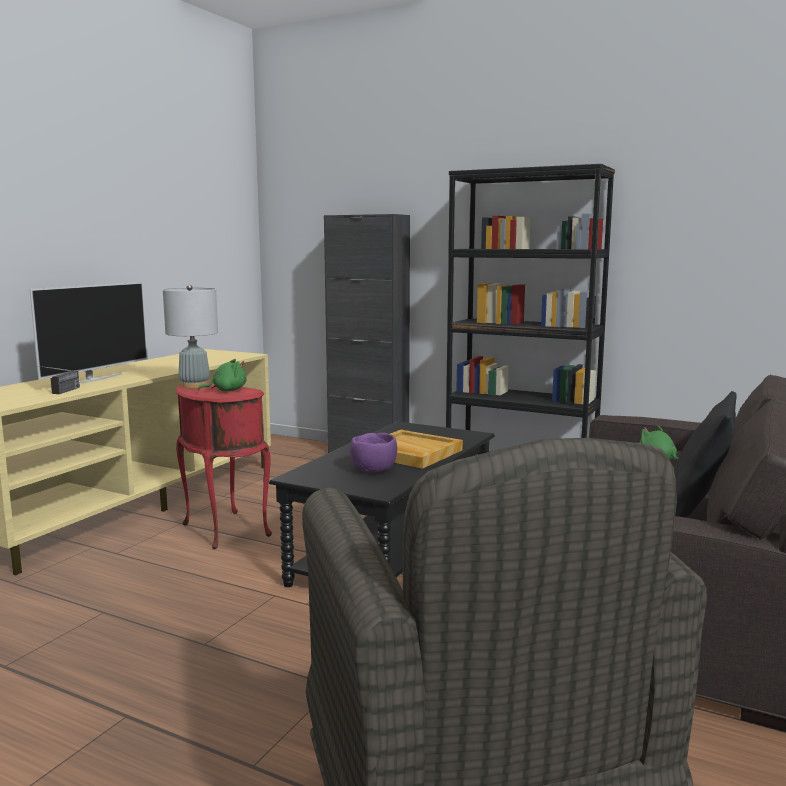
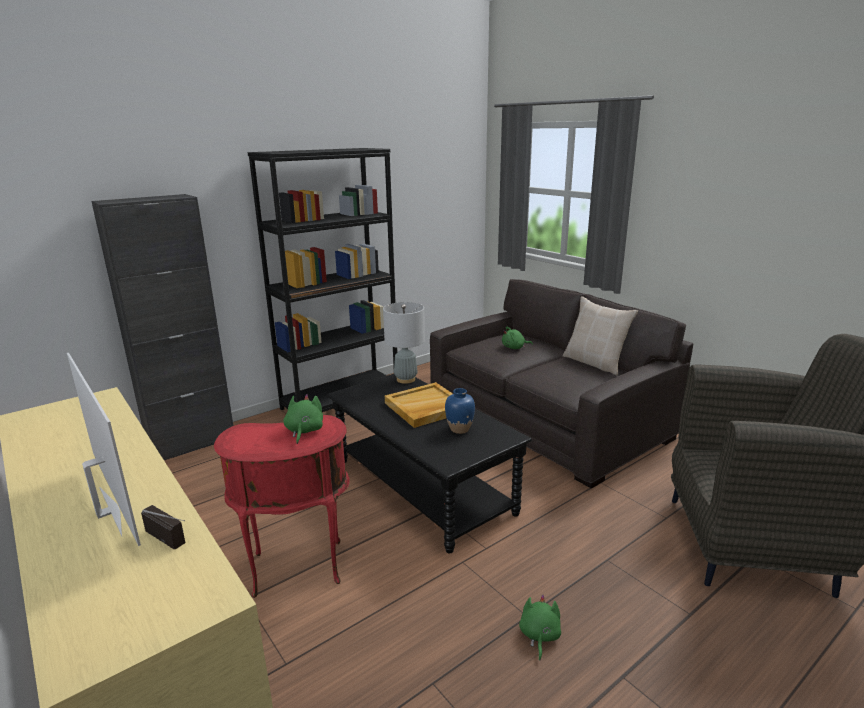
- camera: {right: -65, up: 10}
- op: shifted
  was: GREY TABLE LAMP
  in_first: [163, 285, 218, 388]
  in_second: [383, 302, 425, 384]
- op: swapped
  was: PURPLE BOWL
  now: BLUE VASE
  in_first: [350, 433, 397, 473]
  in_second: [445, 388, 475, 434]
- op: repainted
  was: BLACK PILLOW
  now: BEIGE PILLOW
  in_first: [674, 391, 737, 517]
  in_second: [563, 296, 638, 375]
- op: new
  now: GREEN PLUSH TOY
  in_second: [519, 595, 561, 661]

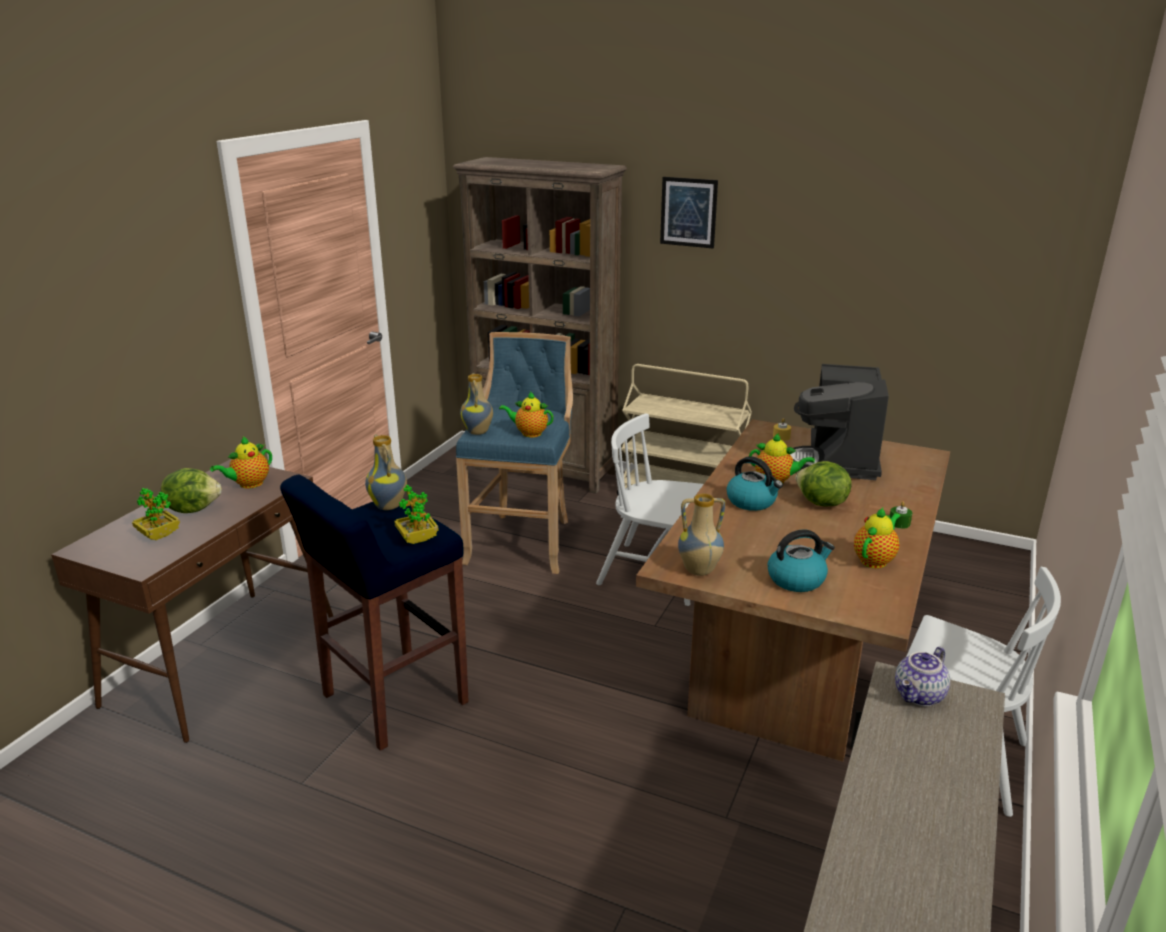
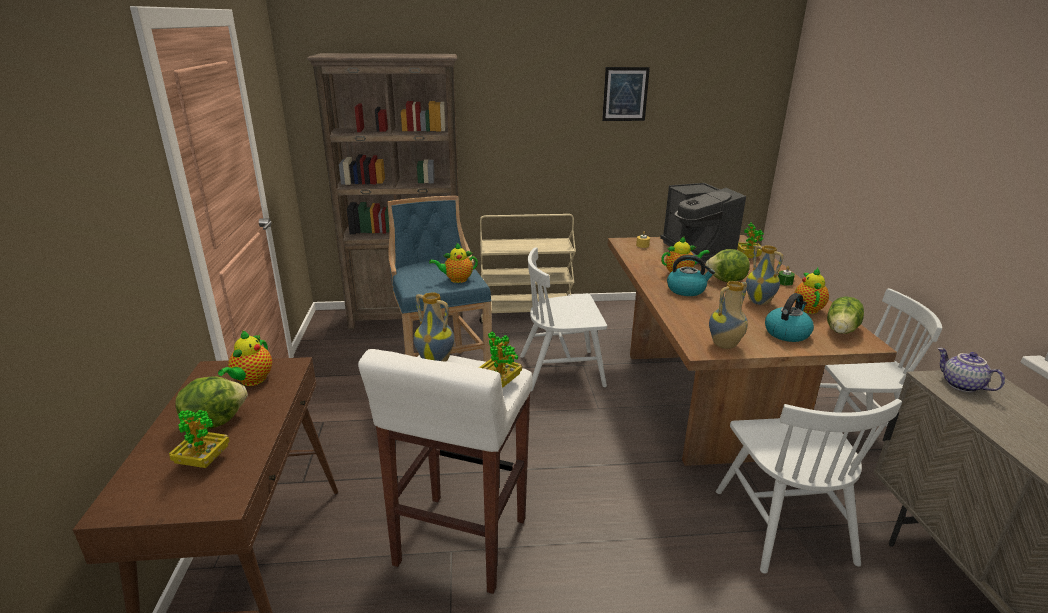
- camera: {right: -30, up: 0}
- op: repainted
  was: BLUE STOOL
  now: WHITE STOOL
  in_first: [280, 474, 469, 751]
  in_second: [358, 349, 533, 594]
- op: shifted
  was: VASE
  in_first: [460, 373, 493, 435]
  in_second: [746, 245, 783, 305]
- op: shifted
  was: PICTURE
  in_first: [660, 177, 718, 248]
  in_second: [602, 67, 650, 121]
- op: rotated
  was: TEAPOT
  in_first: [895, 647, 950, 706]
  in_second: [938, 348, 1005, 392]
  clockwise: 135
- op: new
  now: WHITE CHAIR
  in_second: [716, 399, 902, 574]
- op: new
  now: POTTED PLANT
  in_second: [737, 223, 764, 258]
- op: new
  now: LETTUCE
  in_second: [827, 296, 864, 334]

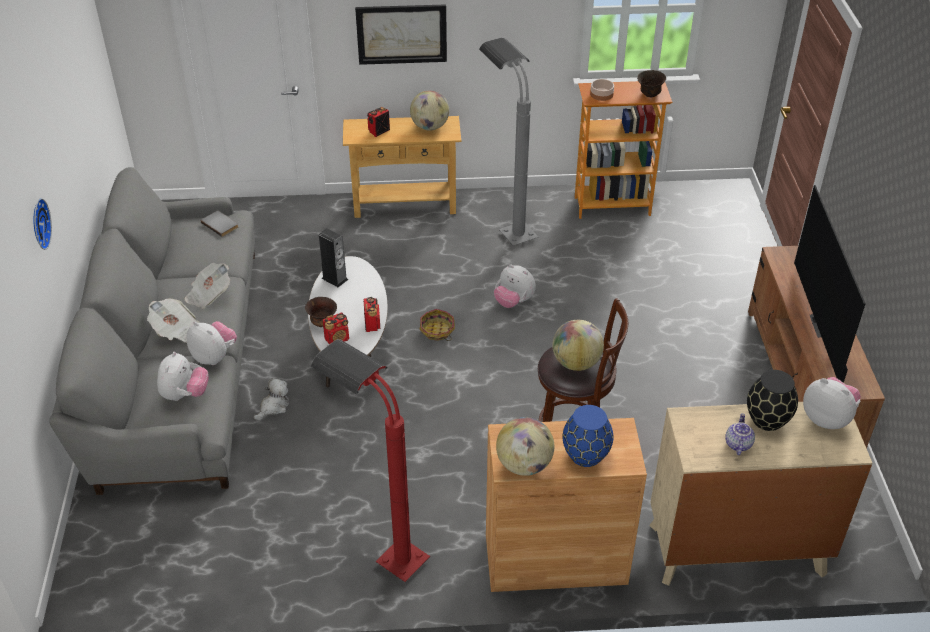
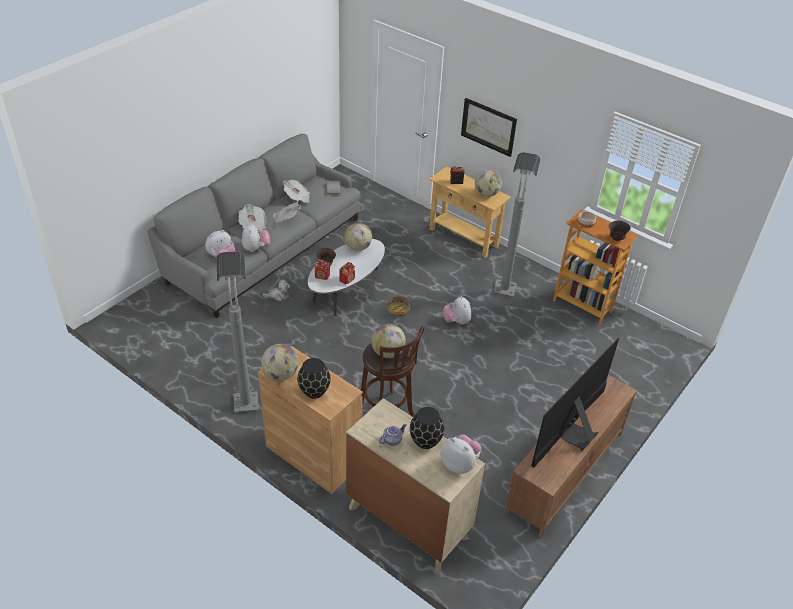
- camera: {right: 40, up: 0}
- op: gone
  was: WALL CLOCK
  in_first: [33, 198, 52, 250]
- op: repainted
  was: RED FLOOR LAMP
  now: GREY FLOOR LAMP
  in_first: [311, 339, 430, 582]
  in_second: [217, 251, 259, 412]
- op: swapped
  was: SPEAKER
  now: GLOBE
  in_first: [319, 228, 348, 287]
  in_second: [344, 223, 372, 251]
- op: repainted
  was: BLUE VASE
  now: BLACK VASE
  in_first: [563, 405, 613, 467]
  in_second: [298, 358, 331, 399]
- op: rotated
  was: PLUSH TOY
  in_first: [803, 377, 861, 429]
  in_second: [440, 434, 481, 474]
  clockwise: -45
- op: new
  now: NEWSPAPER
  in_second: [283, 180, 310, 203]

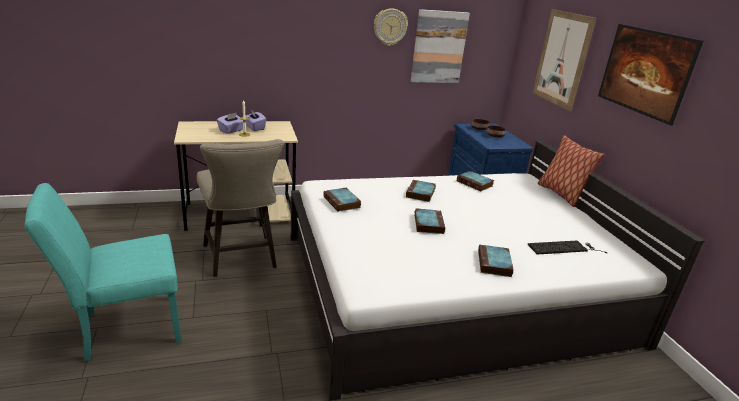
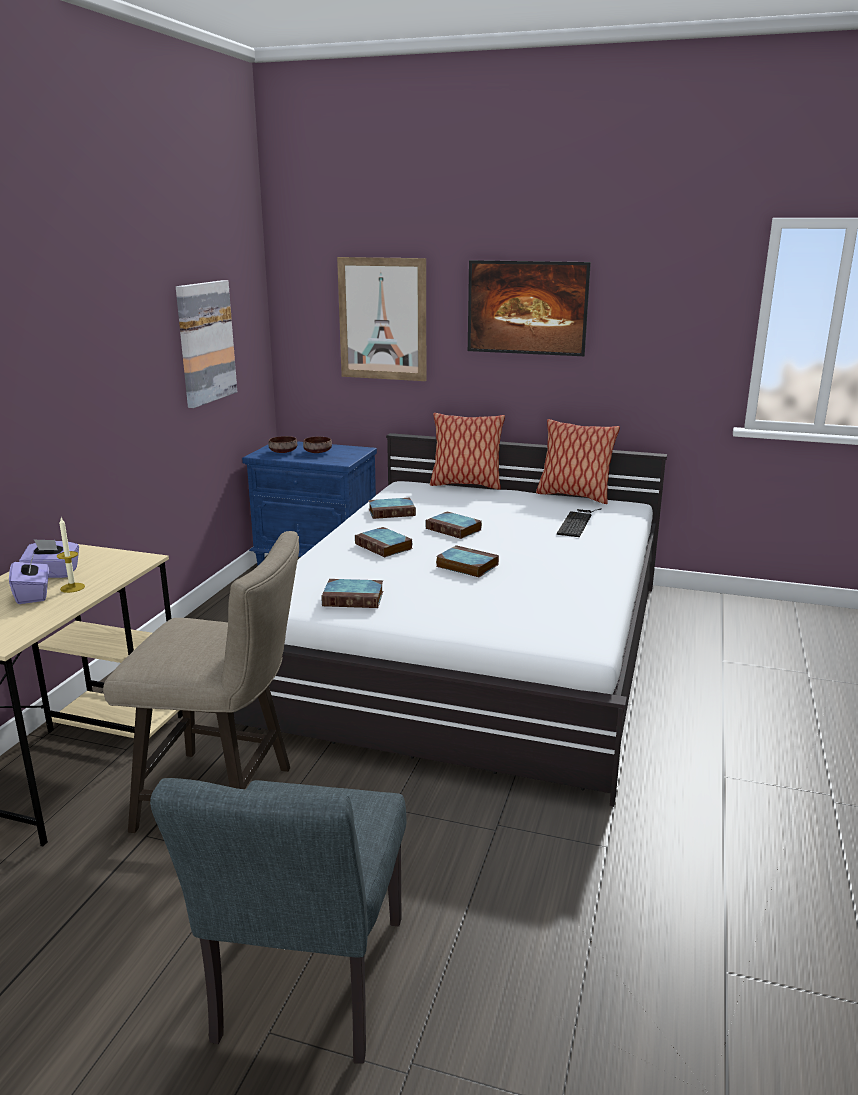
- camera: {right: -55, up: -5}
- op: repainted
  was: TURQUOISE CHAIR
  now: GREY CHAIR
  in_first: [25, 183, 182, 361]
  in_second: [150, 778, 407, 1063]
- op: gone
  was: WALL CLOCK
  in_first: [374, 8, 408, 46]
- op: shifted
  was: BOOK
  in_first: [478, 245, 514, 277]
  in_second: [425, 511, 482, 539]
- op: new
  now: PILLOW
  in_second: [536, 419, 620, 504]

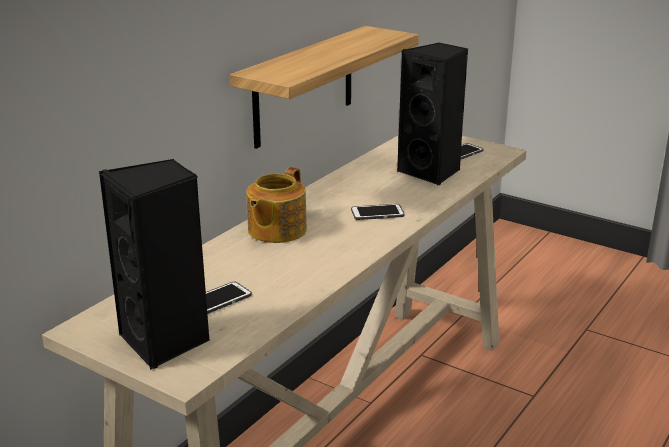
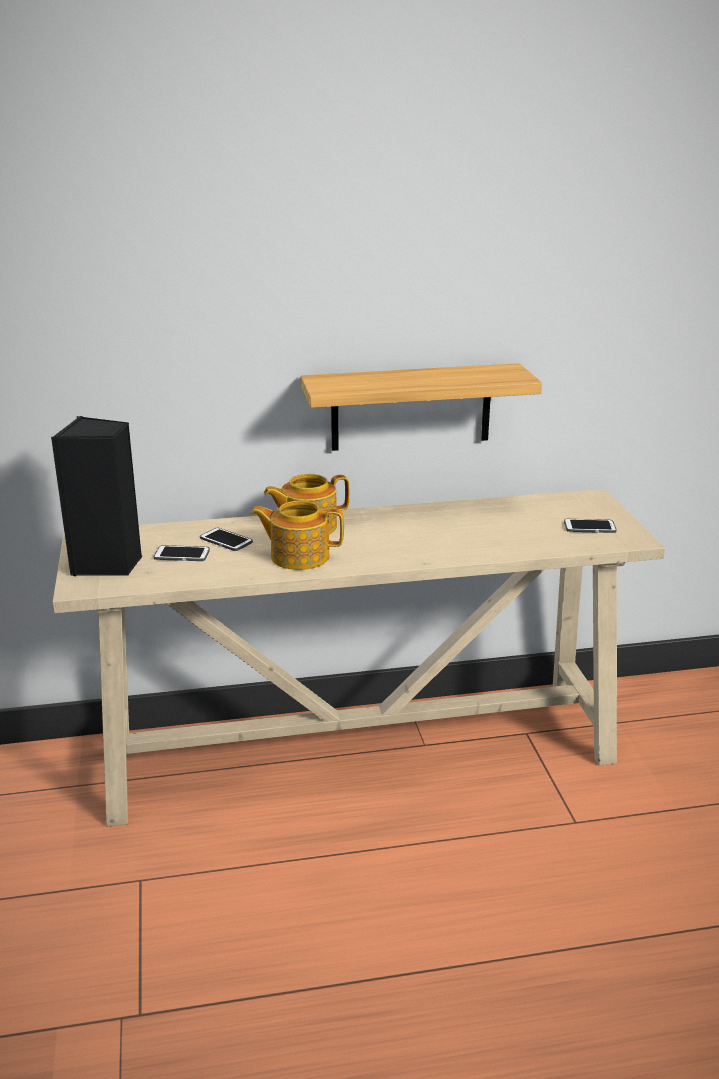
- camera: {right: 45, up: 0}
- op: shifted
  was: PHONE
  in_first: [351, 204, 405, 220]
  in_second: [200, 528, 253, 551]
- op: gone
  was: BLACK SPEAKER
  in_first: [397, 42, 468, 186]
- op: new
  now: TEAPOT
  in_second: [251, 501, 344, 570]

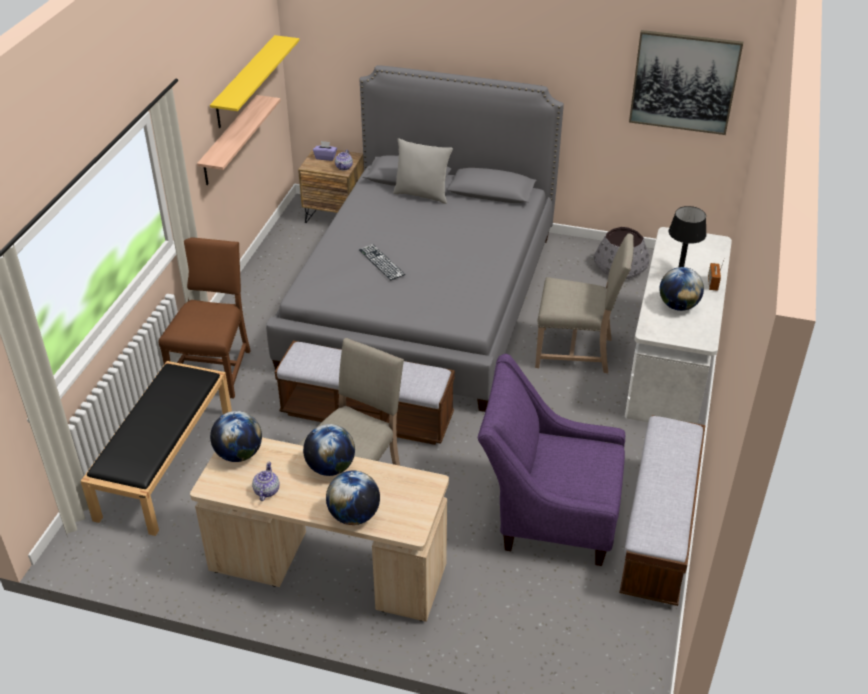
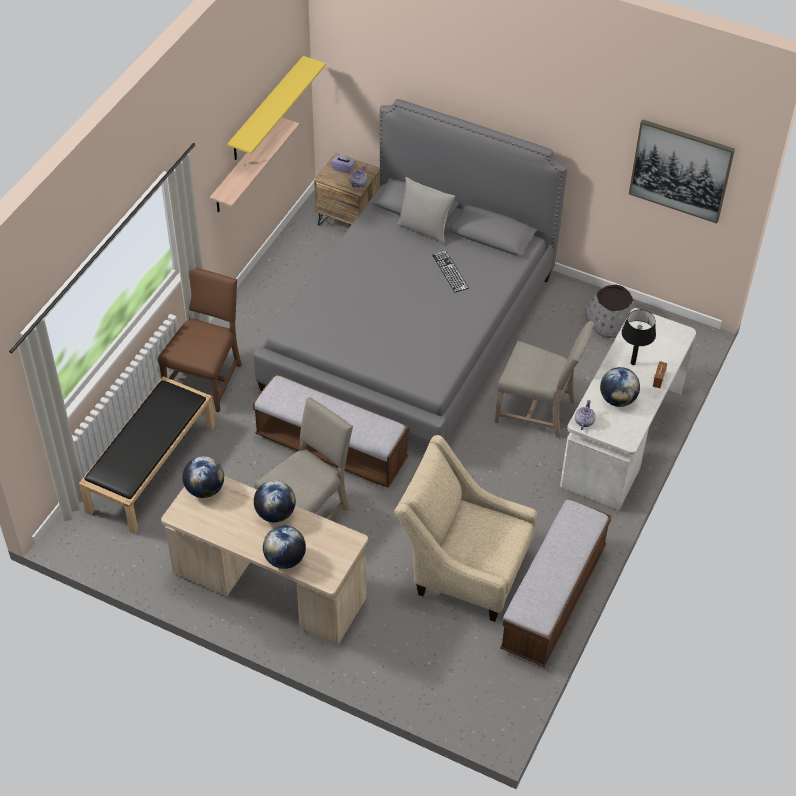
- camera: {right: 10, up: 10}
- op: shifted
  was: TEAPOT
  in_first: [252, 462, 280, 501]
  in_second: [575, 400, 595, 430]
- op: shifted
  was: KEYBOARD
  in_first: [359, 244, 405, 280]
  in_second: [432, 251, 469, 293]
- op: repainted
  was: PURPLE ARMCHAIR
  now: BEIGE ARMCHAIR
  in_first: [477, 354, 625, 566]
  in_second: [394, 435, 537, 622]

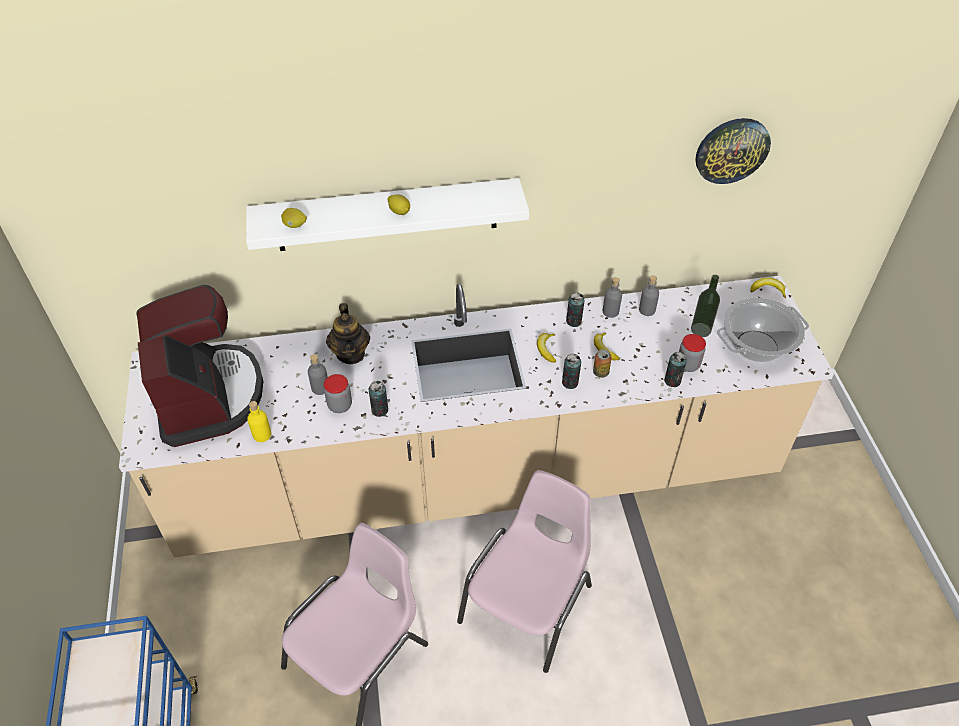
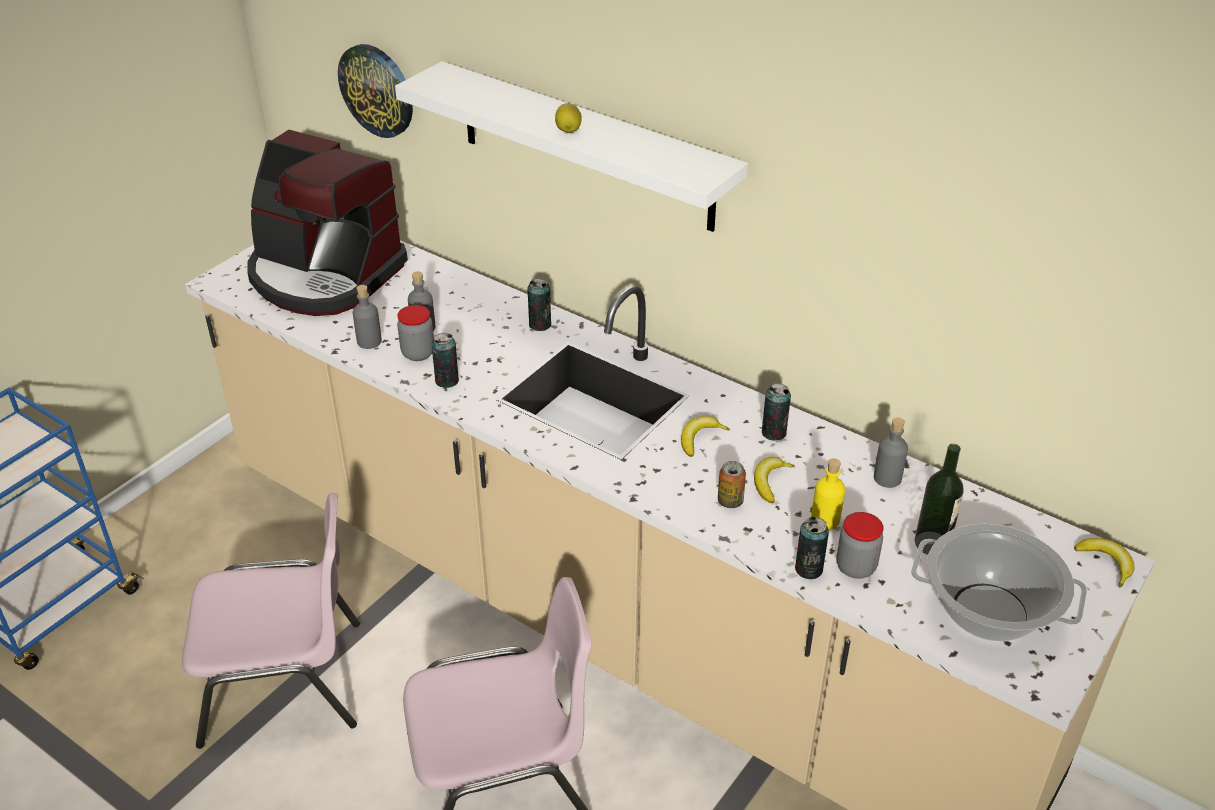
- camera: {right: 45, up: -10}
- op: rotated
  was: COFFEE MACHINE
  in_first: [136, 285, 263, 447]
  in_second: [247, 130, 408, 316]
  clockwise: 90
- op: shifted
  was: YELLOW BOTTLE
  in_first: [247, 401, 271, 442]
  in_second: [811, 458, 845, 529]
- op: gone
  was: LEMON
  in_first: [281, 208, 307, 228]
- op: gone
  was: TEAPOT
  in_first: [326, 303, 370, 364]
- op: shifted
  was: CAN
  in_first: [562, 354, 581, 389]
  in_second: [528, 278, 551, 331]
- op: shifted
  was: GREY BOTTLE
  in_first: [603, 277, 622, 318]
  in_second: [353, 285, 382, 349]
- op: shifted
  was: WALL CLOCK
  in_first: [695, 118, 771, 184]
  in_second: [338, 44, 413, 138]

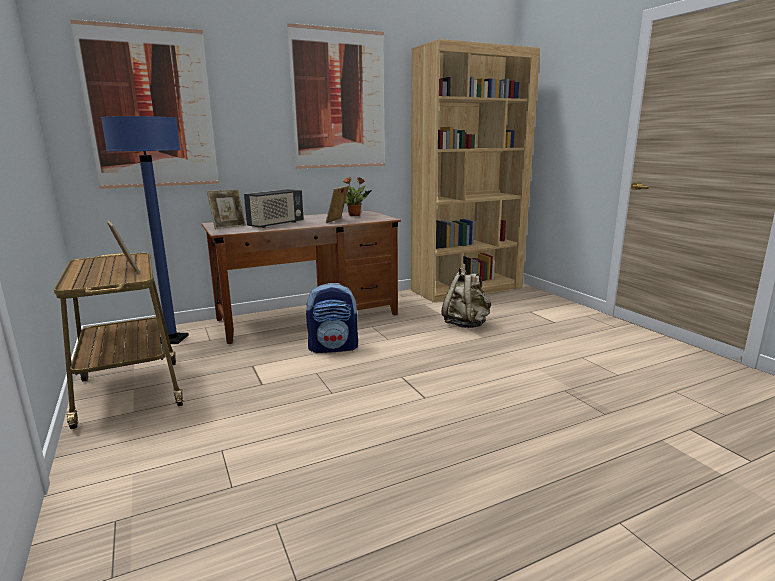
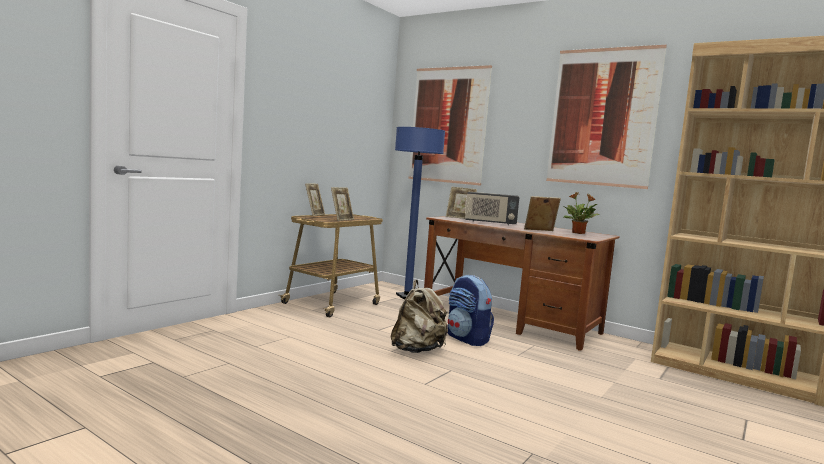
- camera: {right: 60, up: -10}
- op: shifted
  was: BEIGE BACKPACK
  in_first: [441, 267, 491, 328]
  in_second: [391, 279, 448, 353]
- op: new
  now: PICTURE FRAME
  in_second: [305, 184, 325, 216]

